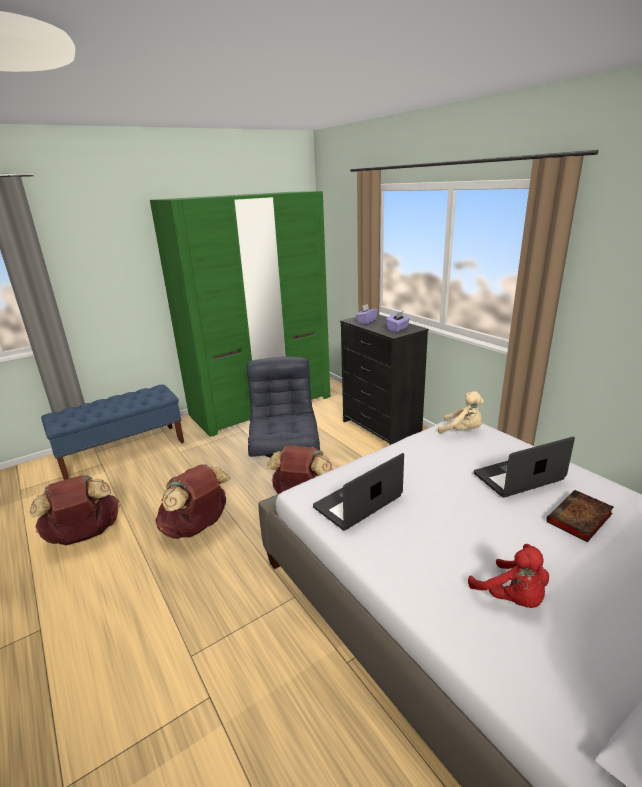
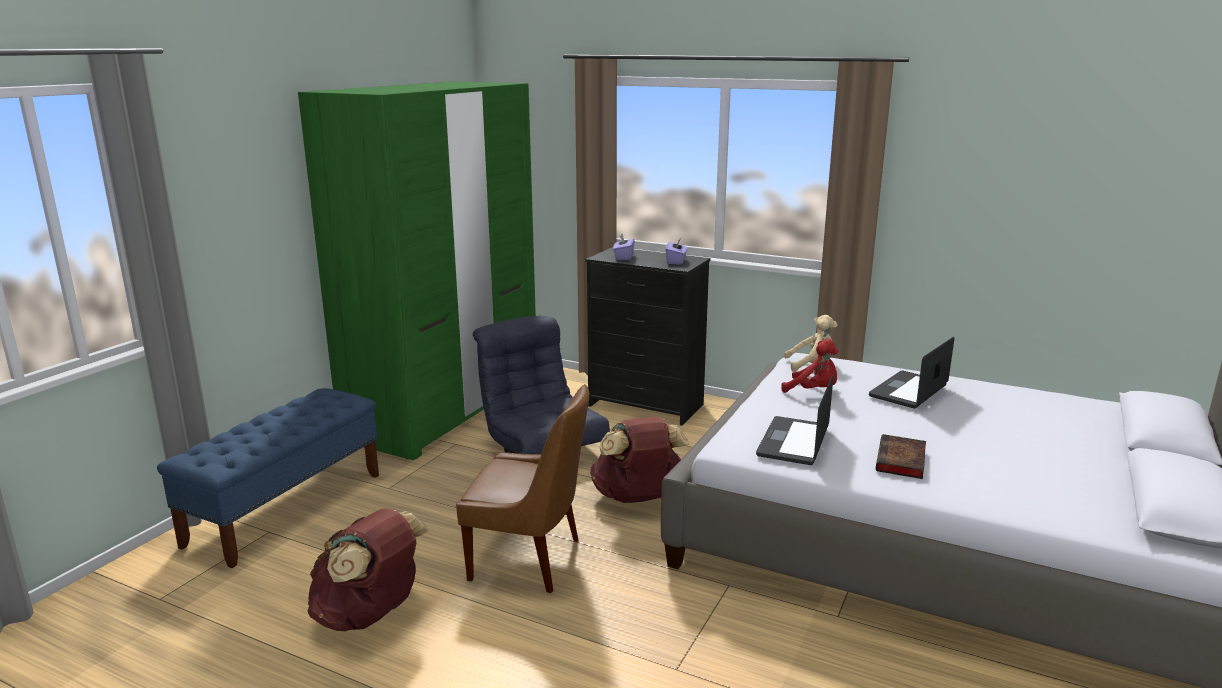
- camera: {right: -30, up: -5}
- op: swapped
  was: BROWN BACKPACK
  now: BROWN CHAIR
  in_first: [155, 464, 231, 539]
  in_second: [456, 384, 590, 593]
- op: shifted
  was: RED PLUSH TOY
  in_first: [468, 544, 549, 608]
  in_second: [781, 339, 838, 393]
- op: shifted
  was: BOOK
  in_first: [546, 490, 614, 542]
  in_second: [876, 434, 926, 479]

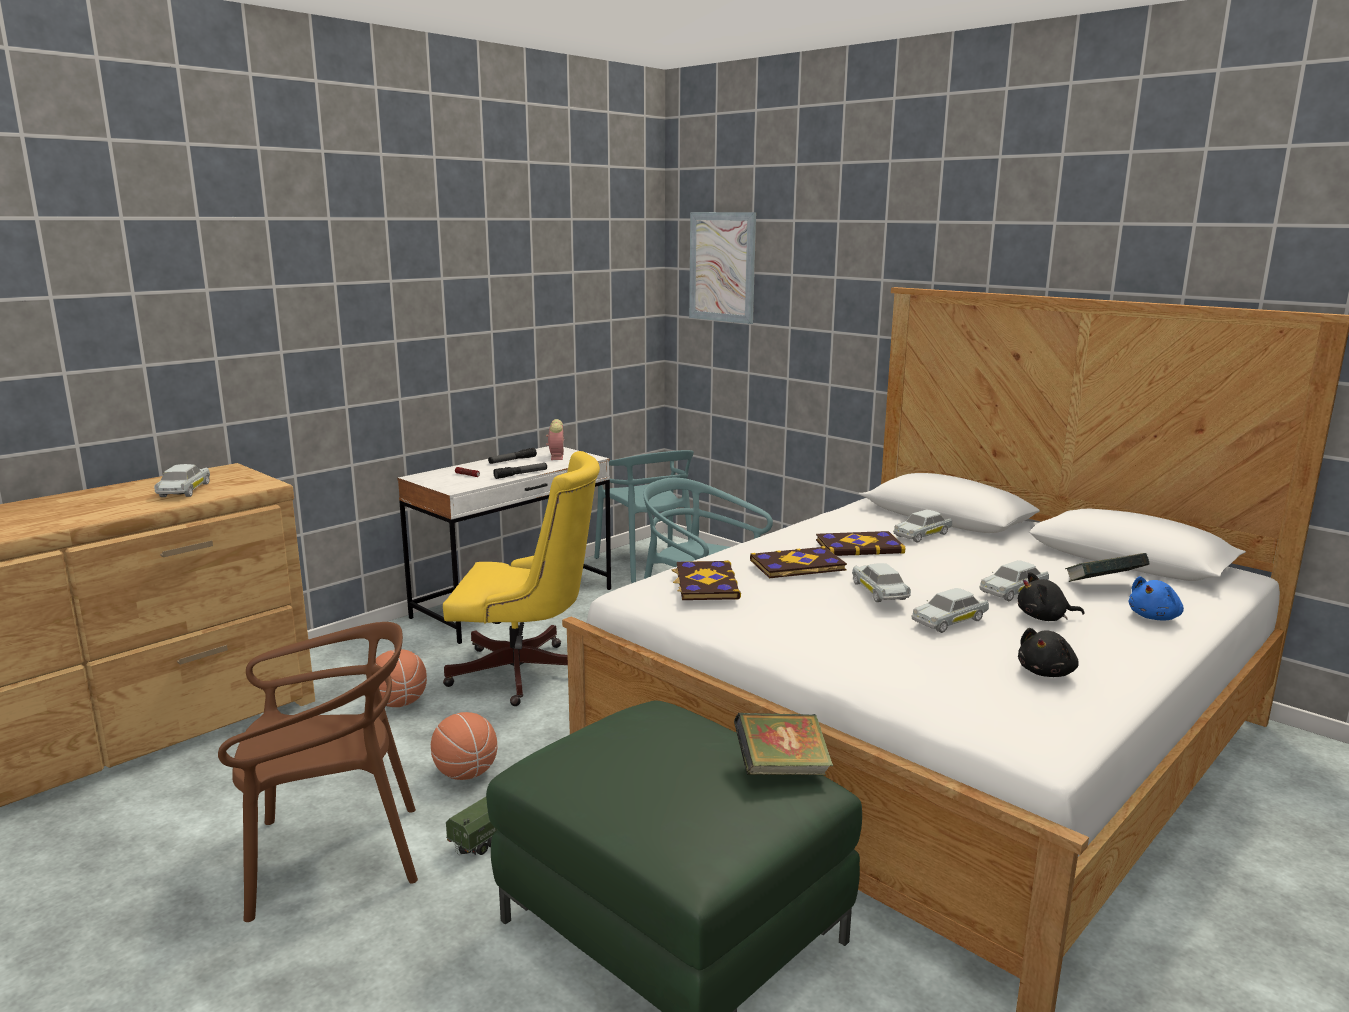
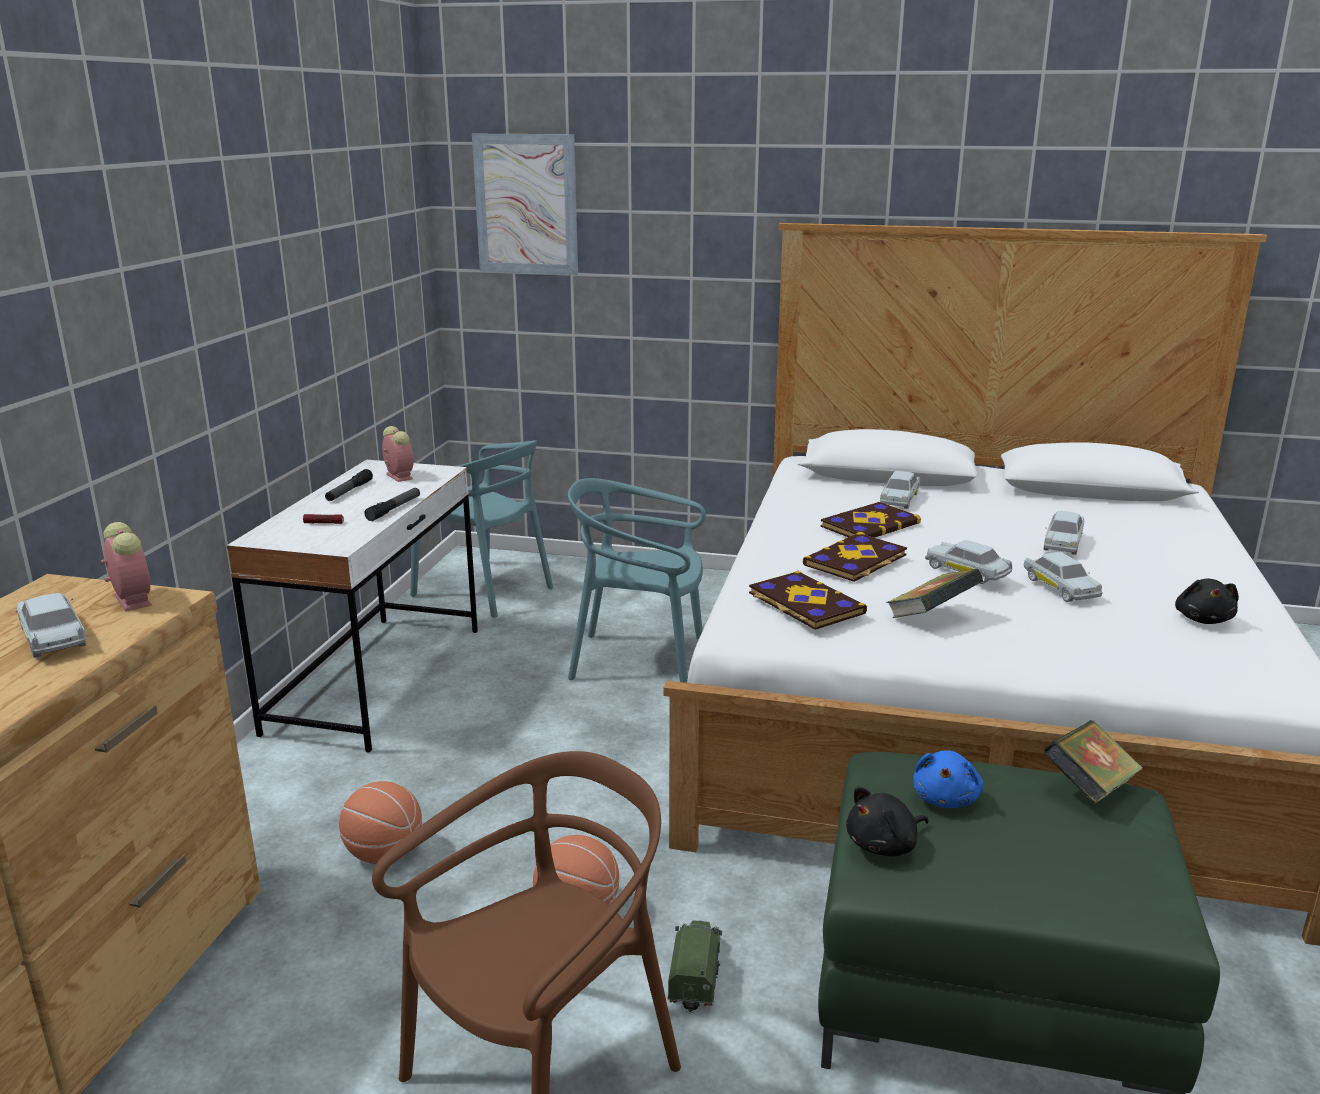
- camera: {right: -30, up: 5}
- op: gone
  was: YELLOW OFFICE CHAIR
  in_first: [443, 451, 600, 706]
- op: rotated
  was: WHITE TOY CAR
  in_first: [912, 588, 989, 633]
  in_second: [1023, 552, 1103, 602]
  clockwise: -45
- op: shifted
  was: BLACK PLUSH TOY
  in_first: [1017, 572, 1084, 621]
  in_second: [846, 787, 929, 856]
- op: shifted
  was: BOOK
  in_first: [1065, 553, 1149, 582]
  in_second: [886, 569, 983, 618]
- op: shifted
  was: BLUE PLUSH TOY
  in_first: [1128, 576, 1184, 620]
  in_second: [913, 750, 984, 808]
- op: new
  now: ALARM CLOCK
  in_second: [101, 522, 152, 611]

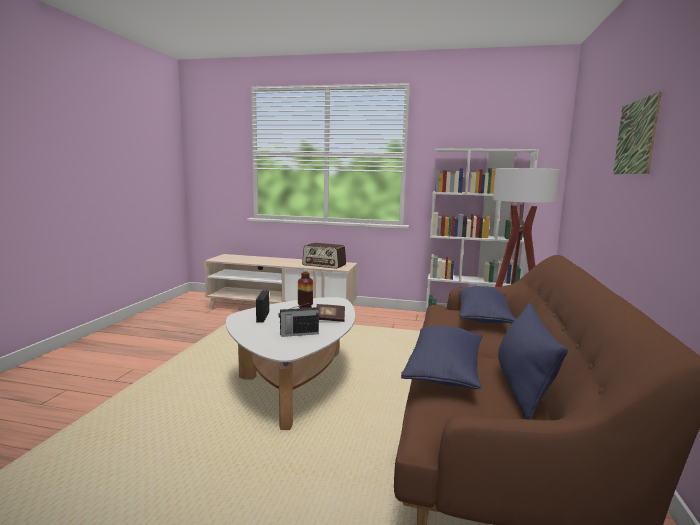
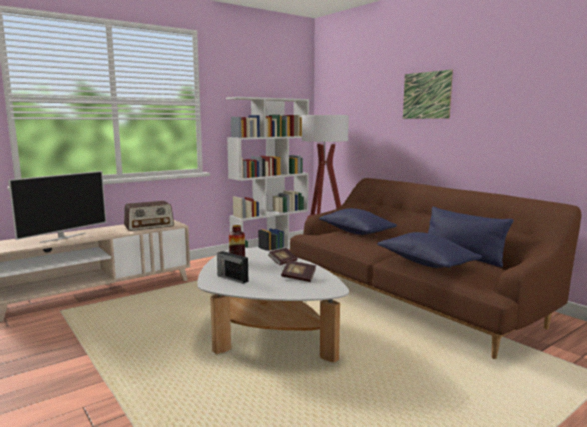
- camera: {right: -50, up: 0}
- op: swapped
  was: RADIO
  now: BOOK
  in_first: [279, 302, 319, 337]
  in_second: [281, 261, 316, 282]
- op: new
  now: TELEVISION
  in_second: [8, 171, 106, 243]

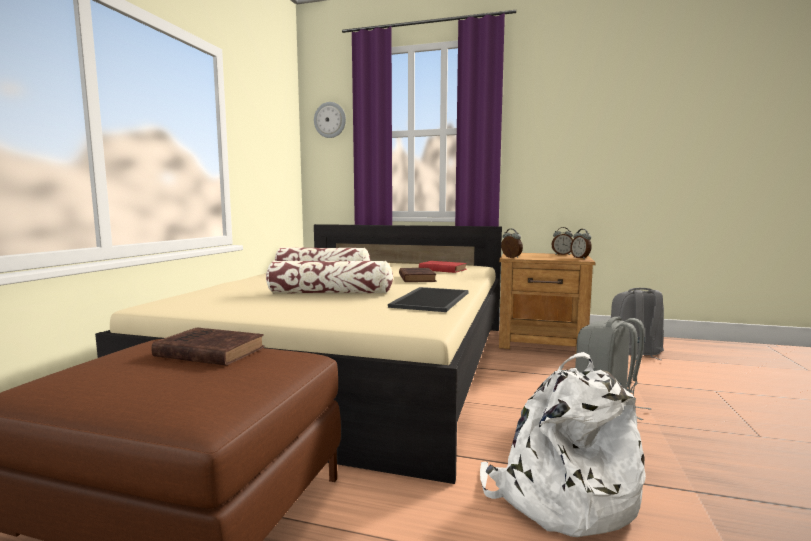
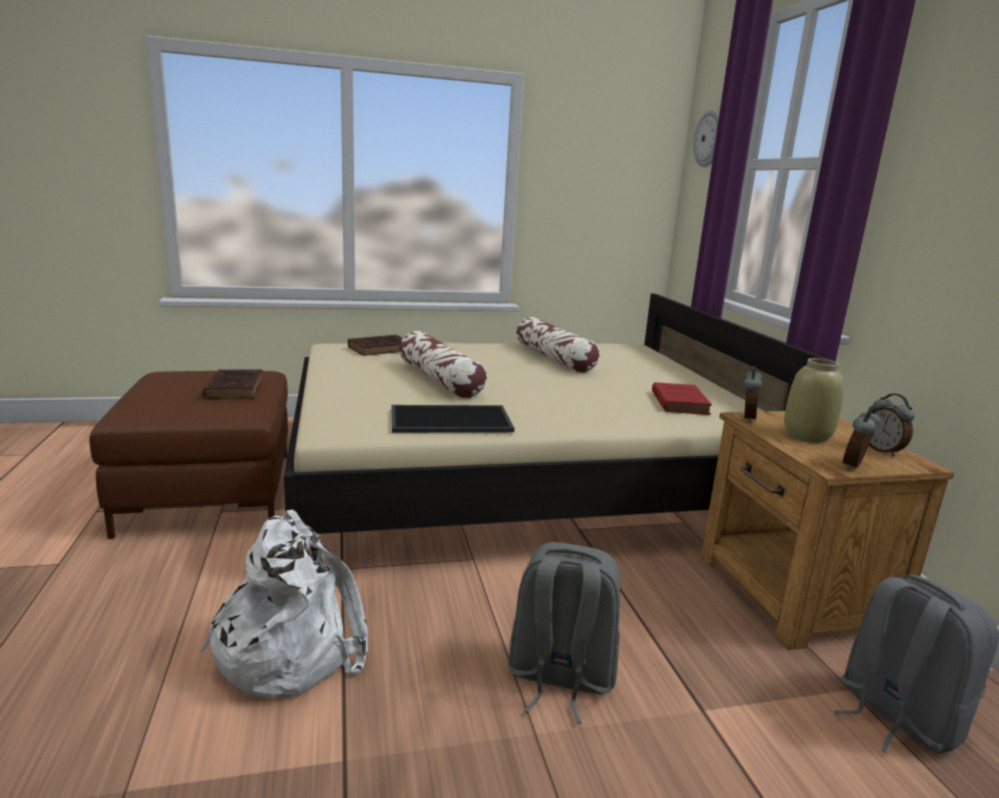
- camera: {right: 60, up: 10}
- op: shifted
  was: BROWN BOOK
  in_first: [399, 268, 436, 282]
  in_second: [348, 335, 403, 356]
- op: new
  now: BEIGE VASE
  in_second: [784, 358, 844, 442]

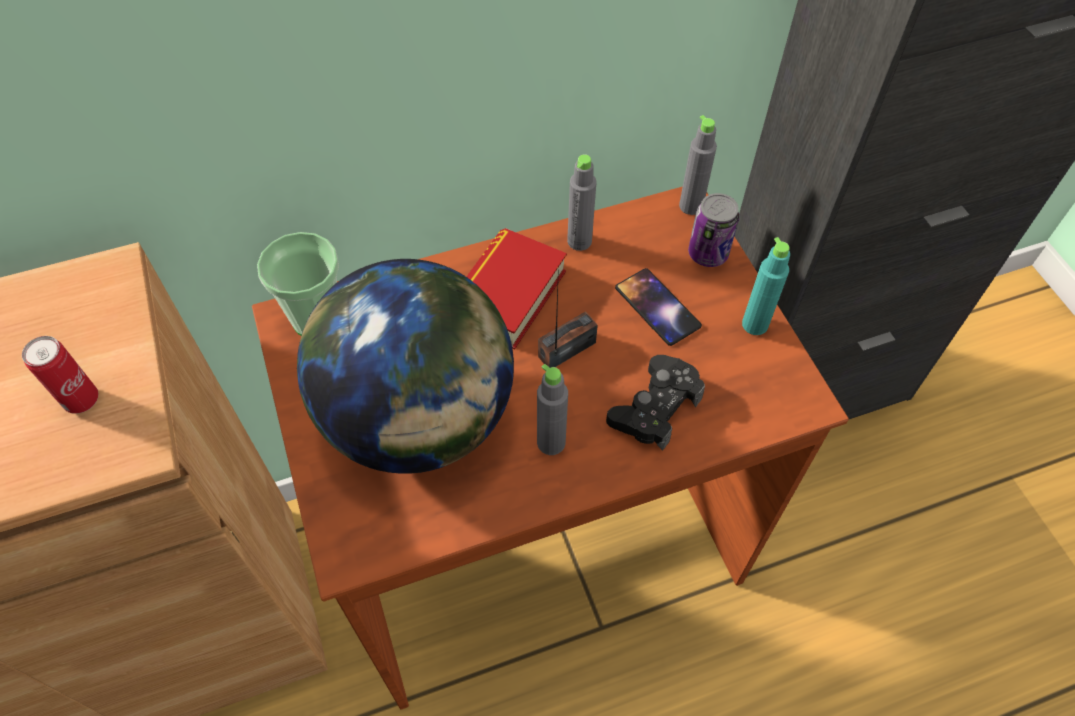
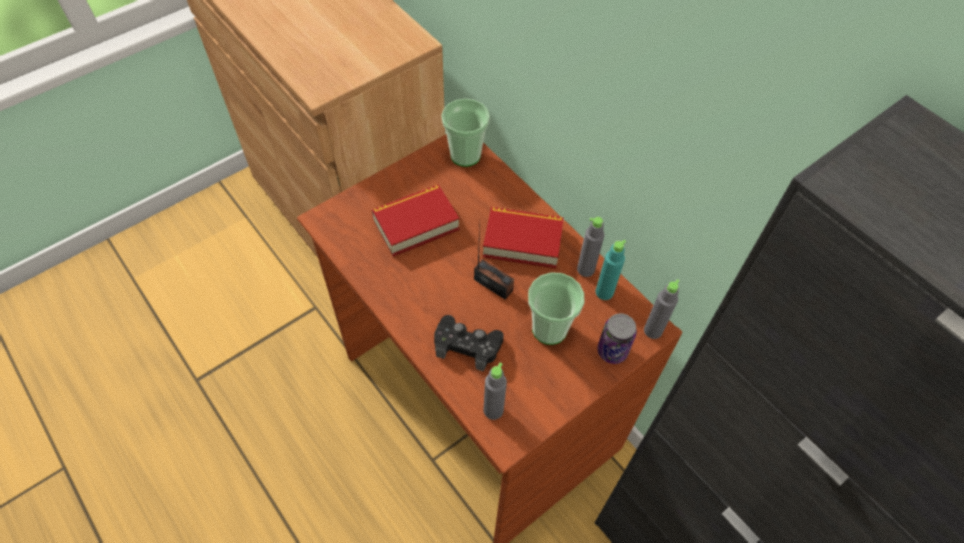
- camera: {right: 70, up: 0}
- op: gone
  was: CAN
  in_first: [22, 336, 99, 414]
- op: swapped
  was: GLOBE
  now: BOOK
  in_first: [297, 259, 514, 474]
  in_second: [371, 185, 460, 257]
- op: shifted
  was: GREY BOTTLE
  in_first: [537, 364, 568, 455]
  in_second: [484, 363, 507, 420]
- op: swapped
  was: PHONE
  now: CUP
  in_first: [615, 268, 702, 346]
  in_second: [528, 272, 585, 345]
- op: shifted
  was: TURQUOISE BOTTLE
  in_first: [742, 237, 790, 335]
  in_second: [596, 240, 626, 300]

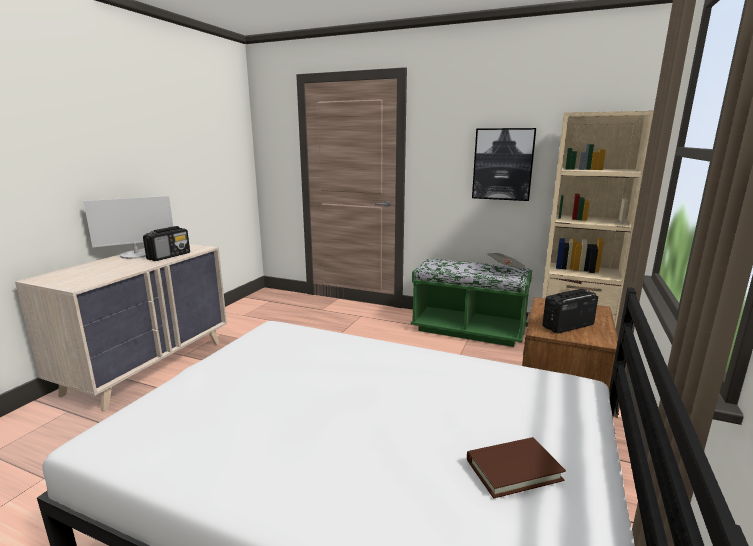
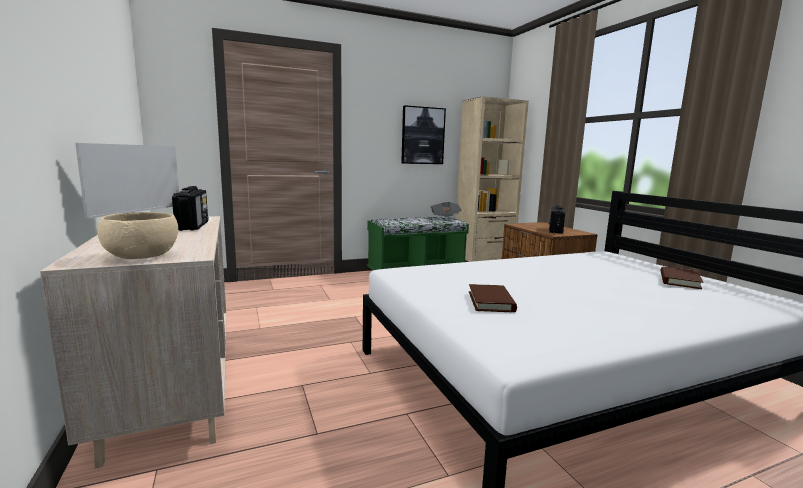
- camera: {right: -45, up: -5}
- op: new
  now: BEIGE BOWL
  in_second: [97, 212, 178, 259]
- op: new
  now: BROWN BOOK
  in_second: [469, 284, 517, 312]

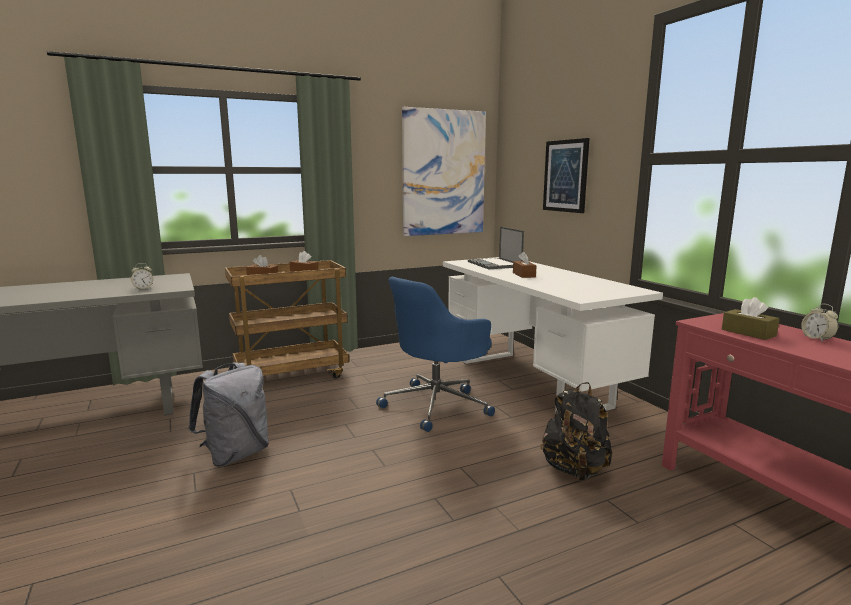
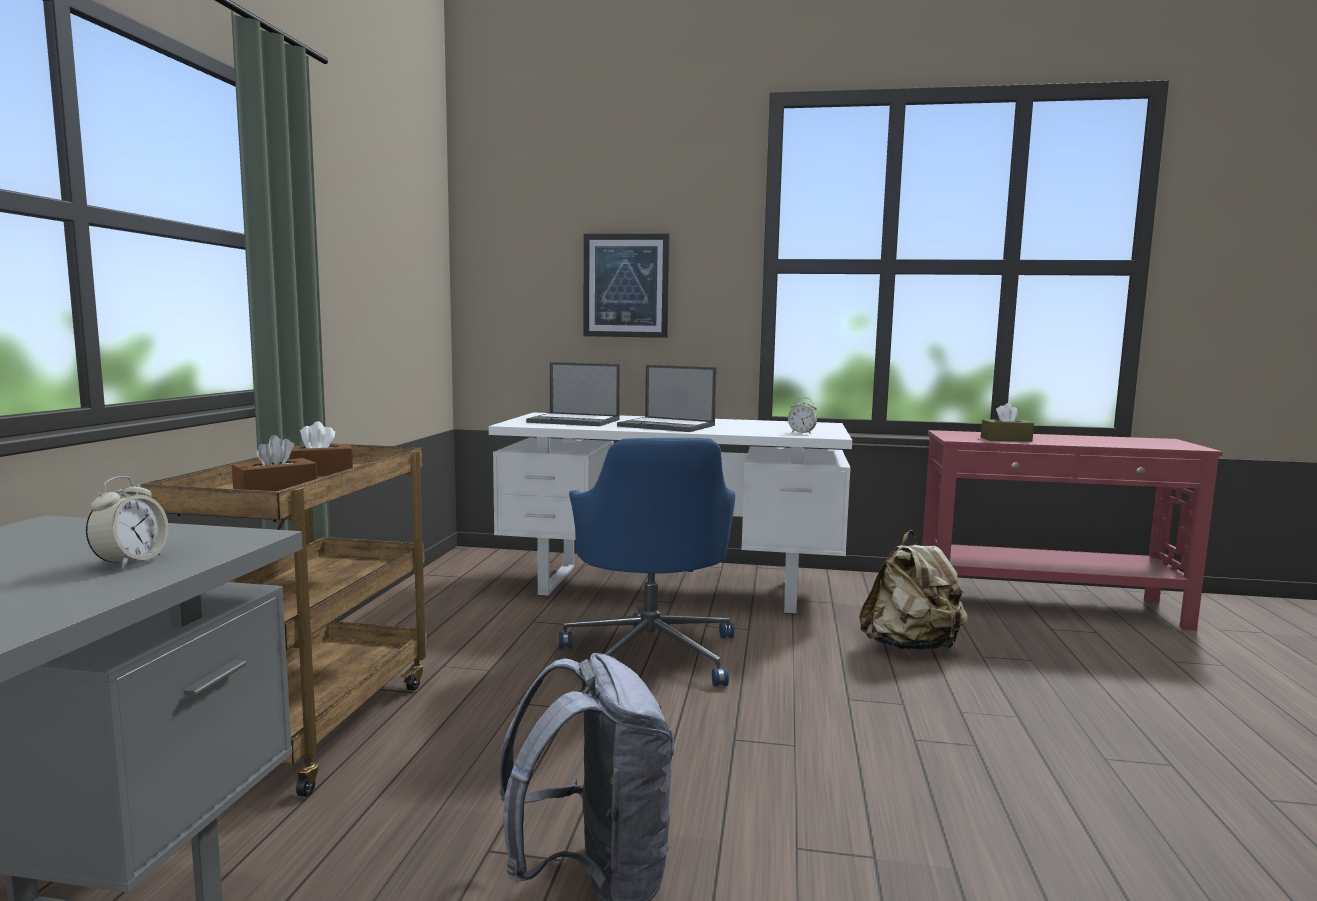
- camera: {right: -55, up: -5}
- op: gone
  was: PICTURE
  in_first: [402, 107, 486, 236]
- op: swapped
  was: BROWN TISSUE BOX
  now: LAPTOP
  in_first: [513, 251, 537, 278]
  in_second: [617, 365, 717, 432]
- op: repainted
  was: BLACK BACKPACK
  now: BEIGE BACKPACK
  in_first: [541, 382, 612, 481]
  in_second: [859, 530, 968, 650]
- op: shifted
  was: ALARM CLOCK
  in_first: [801, 304, 838, 342]
  in_second: [788, 397, 817, 434]

